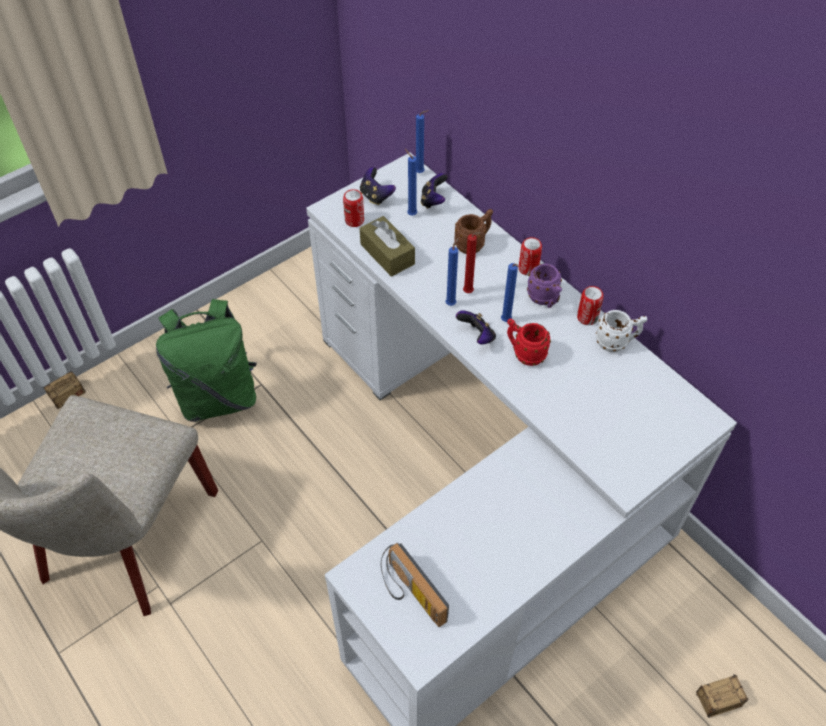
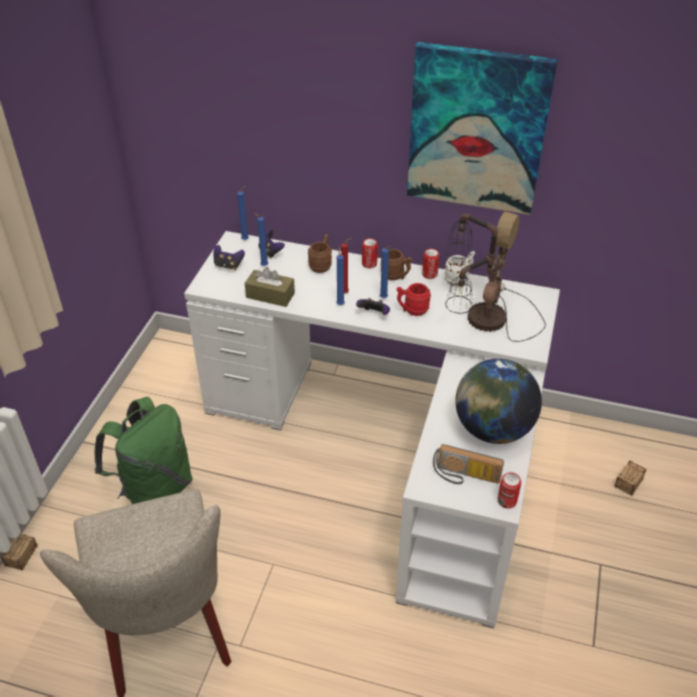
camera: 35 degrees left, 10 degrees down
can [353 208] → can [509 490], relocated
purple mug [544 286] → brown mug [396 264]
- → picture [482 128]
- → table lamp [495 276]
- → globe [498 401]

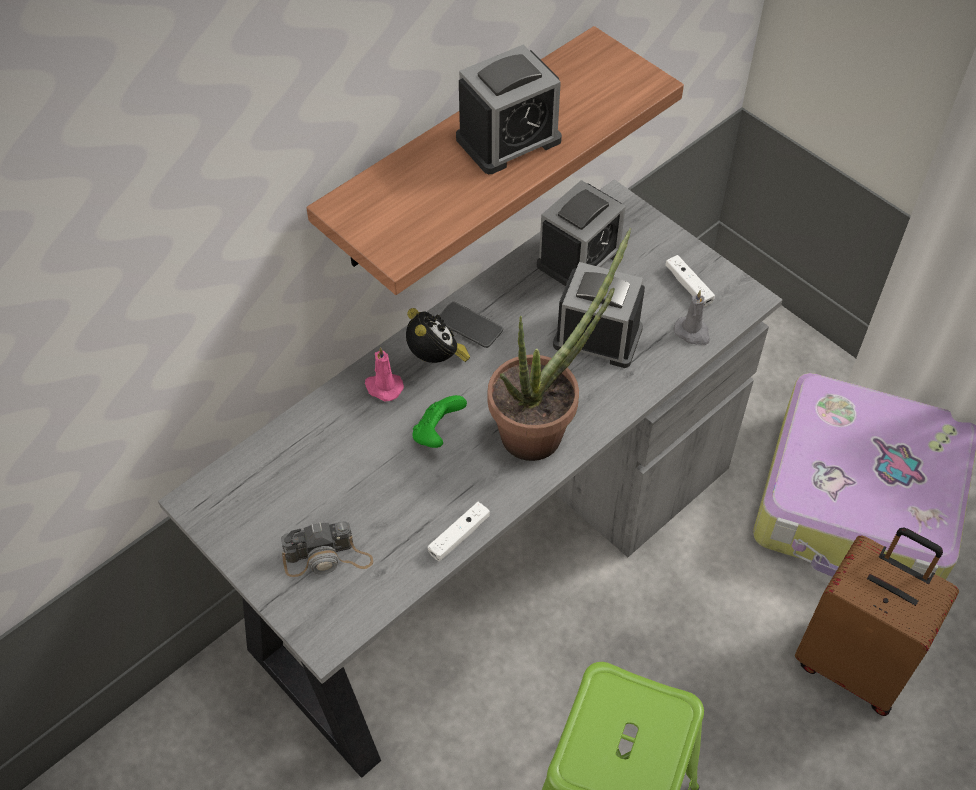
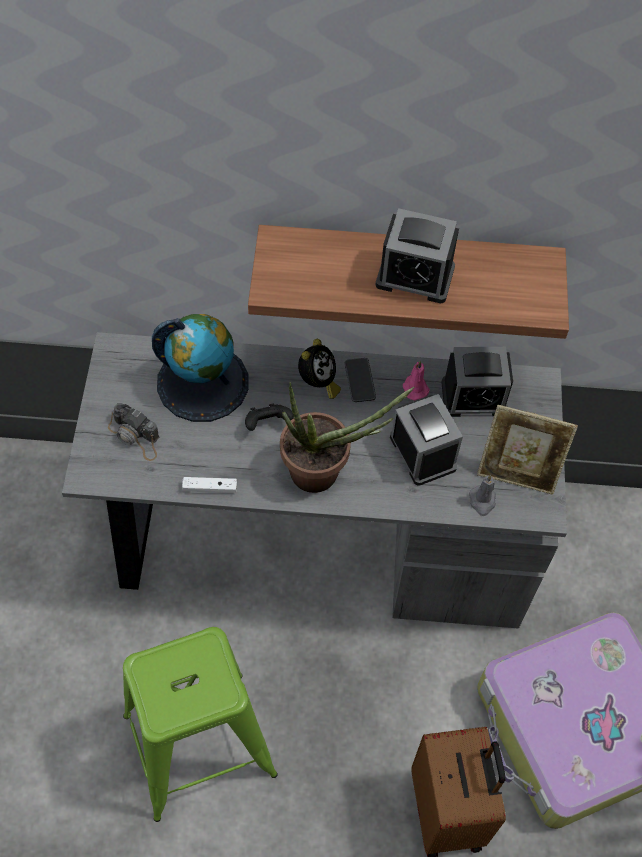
camera: 45 degrees right, 5 degrees up
white game controller [690 281] → picture frame [527 450]
pink candle [384 374] → pink candle [416 380], relocated
green game controller [440 421] → black game controller [269 417]
- → globe [200 368]

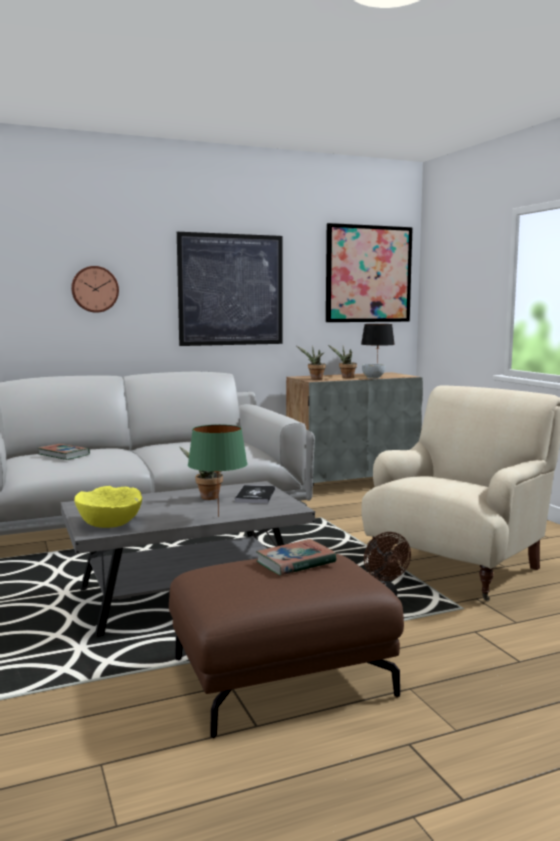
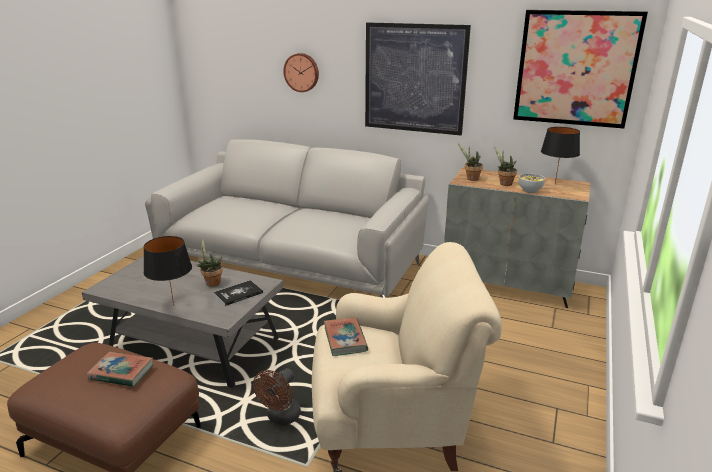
camera: 45 degrees right, 15 degrees up
green table lamp [217 470] → black table lamp [168 271]
book [64 452] → book [346 337], relocated
yellow bowl [108 507] → -

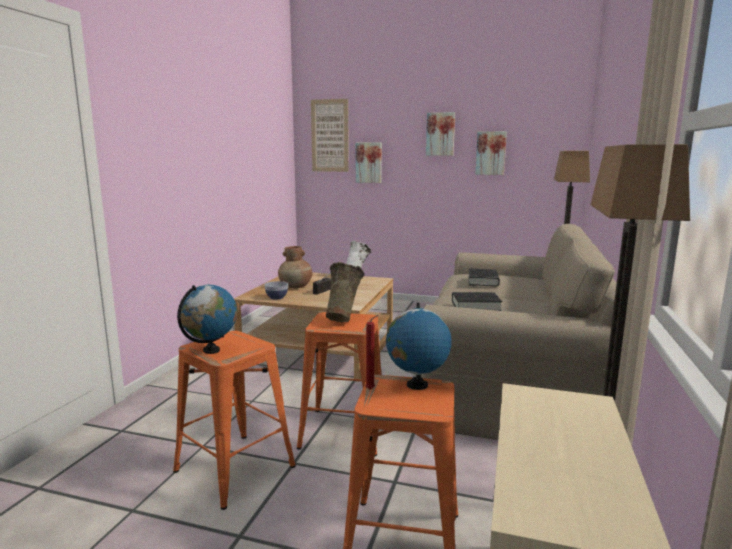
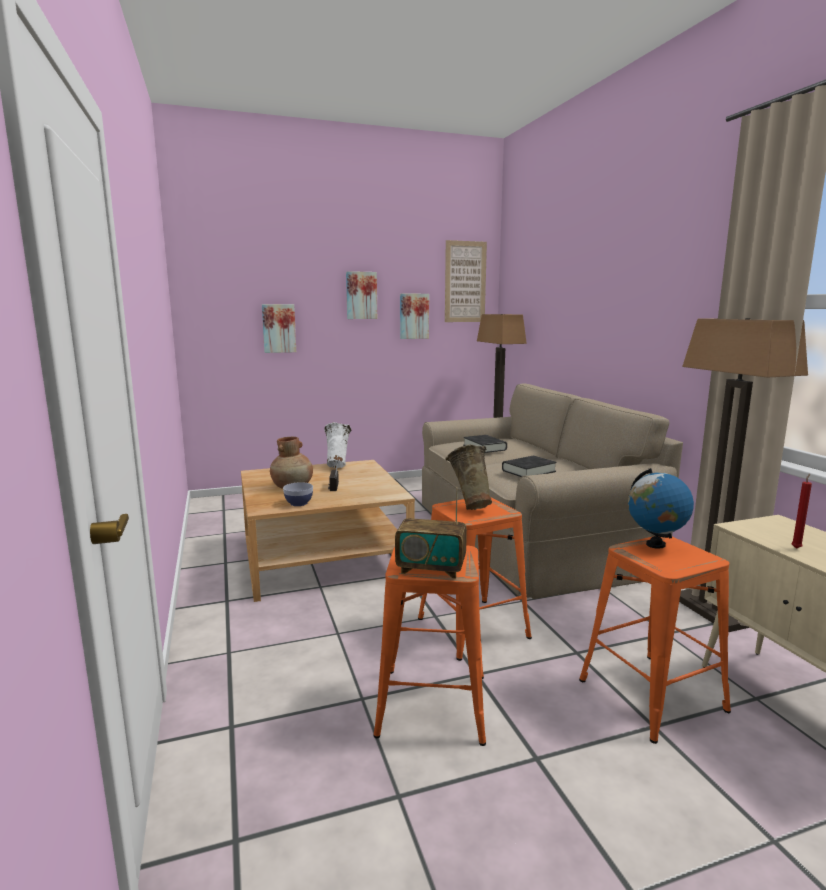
camera: 35 degrees left, 0 degrees up
picture [330 135] → picture [466 281], relocated
globe [207 319] → radio [431 533]
red candle [372 352] → red candle [801 511], relocated

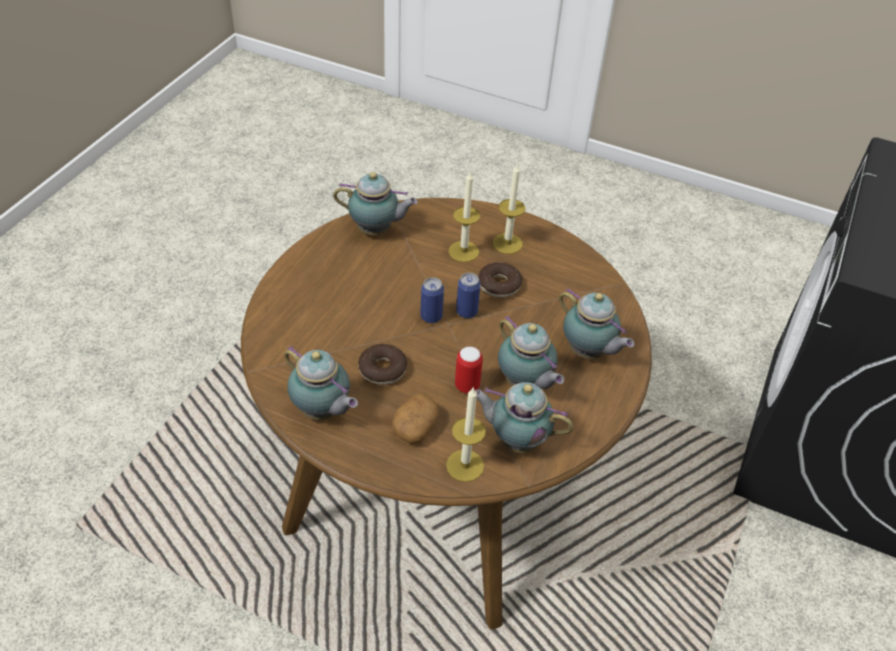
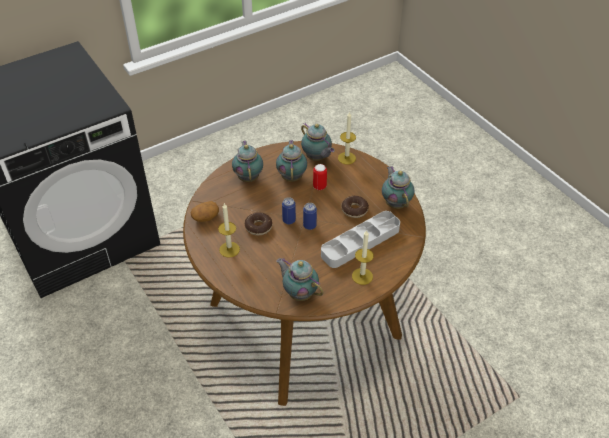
camera: 145 degrees left, 0 degrees up
candle [464 217] → candle [363 257], relocated
potato [416 418] → potato [205 211], relocated
- → grey tray [360 239]

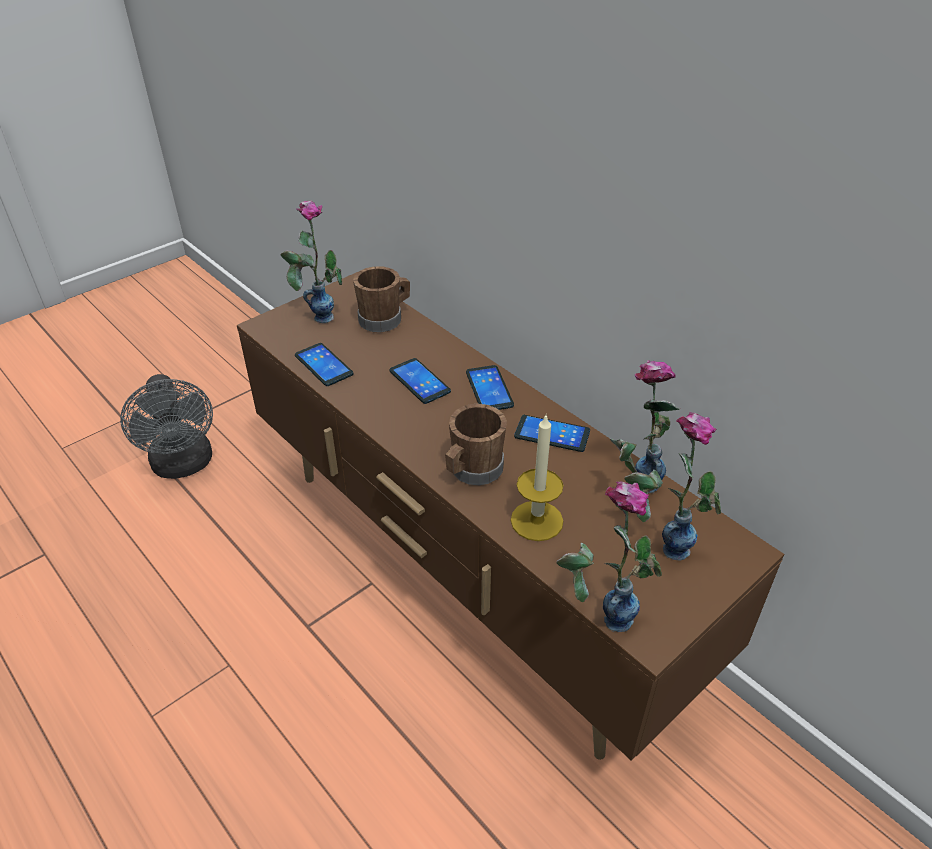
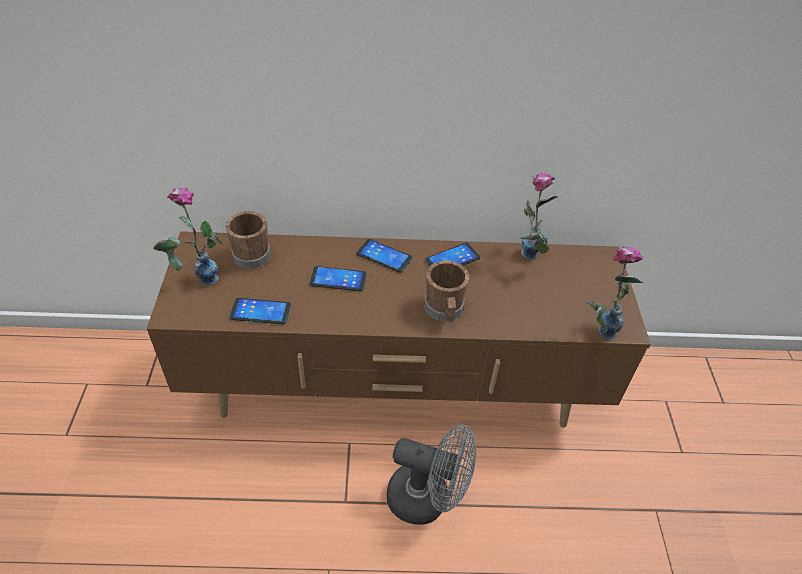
camera: 50 degrees left, 5 degrees up
grey fan [166 426] → grey fan [431 474], relocated
vase [672 486] → -
candle [537 477] → -

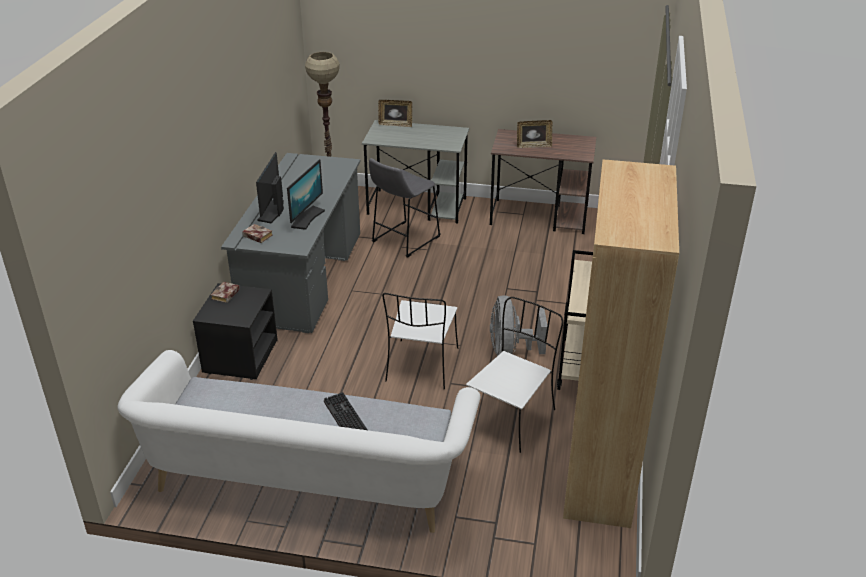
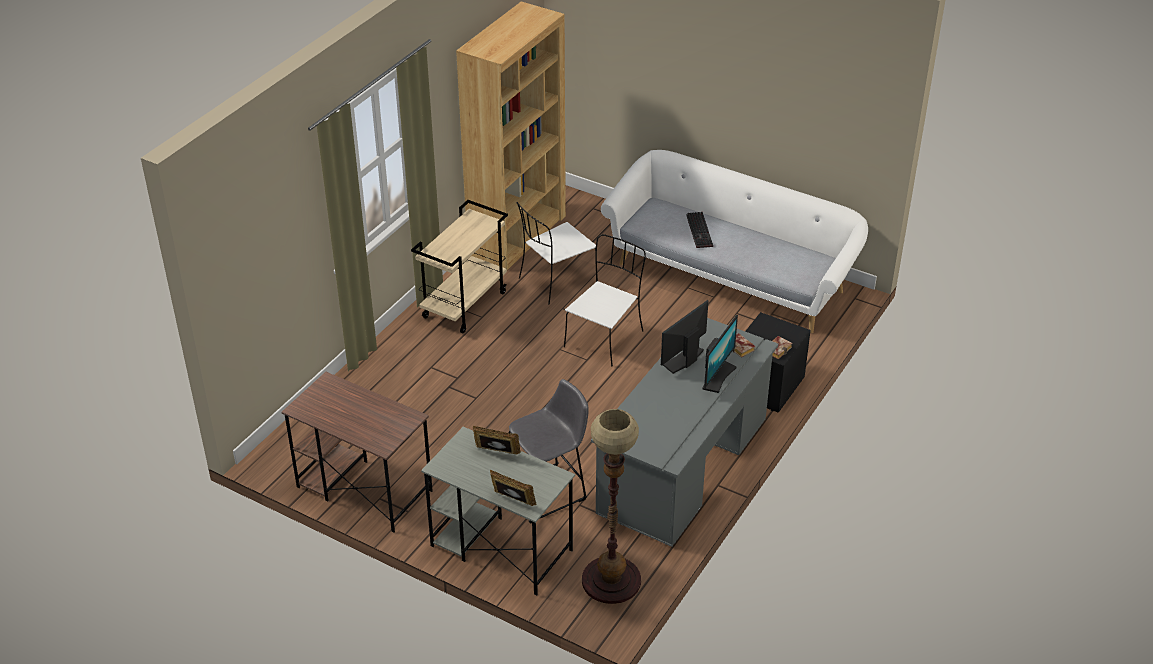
camera: 160 degrees left, 5 degrees up
picture frame [535 134] → picture frame [497 440], relocated
grey fan [518 325] → -

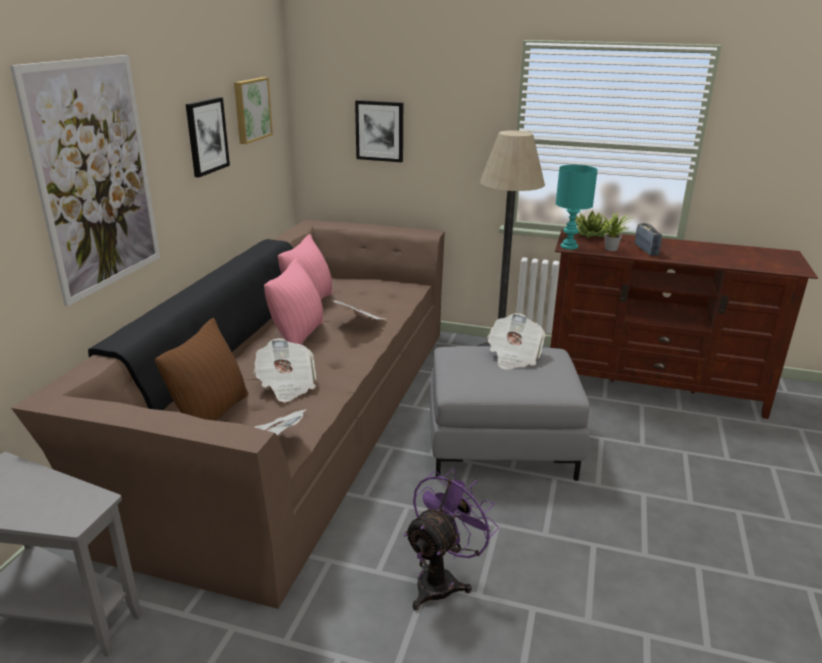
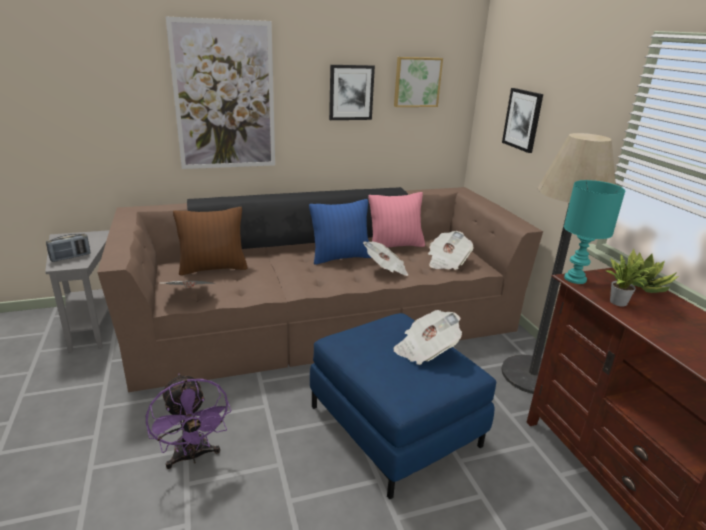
camera: 55 degrees right, 0 degrees up
radio [648 239] → radio [68 248], relocated
pink pillow [293 301] → blue pillow [340 232]
newspaper [285 370] → newspaper [451 250], relocated
grey ottoman [510 413] → blue ottoman [403 406]
purple fan [451 539] → purple fan [188 421], 60 degrees clockwise

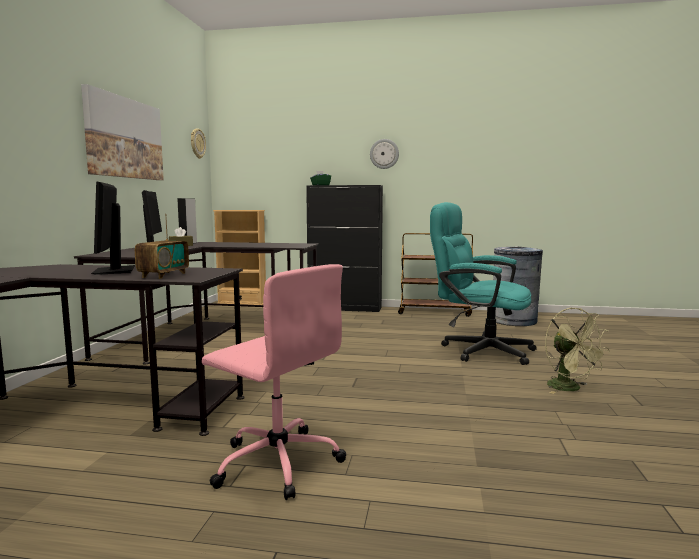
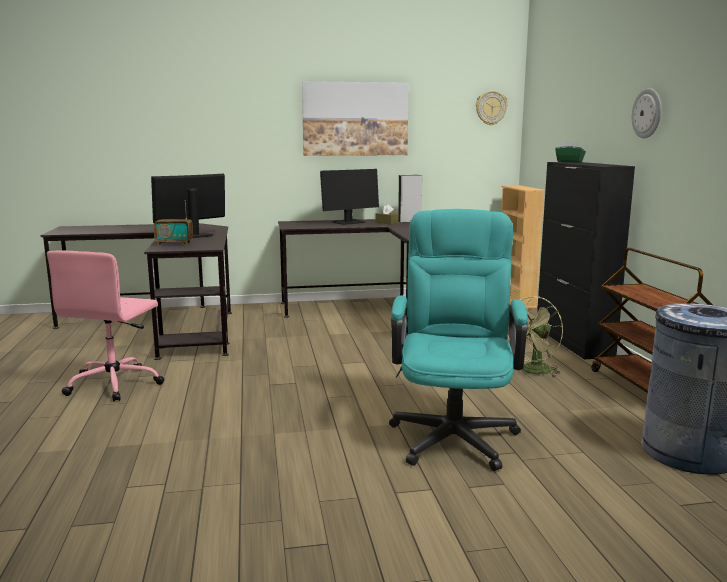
camera: 70 degrees right, 5 degrees up
green fan [577 351] → green fan [535 336], relocated

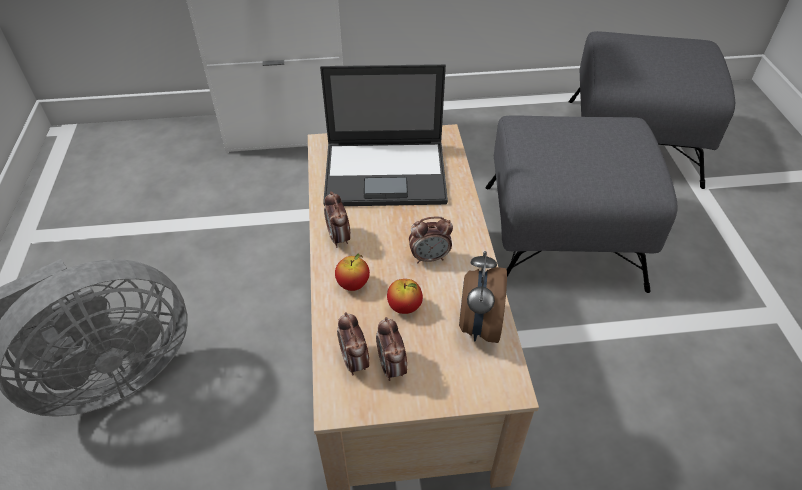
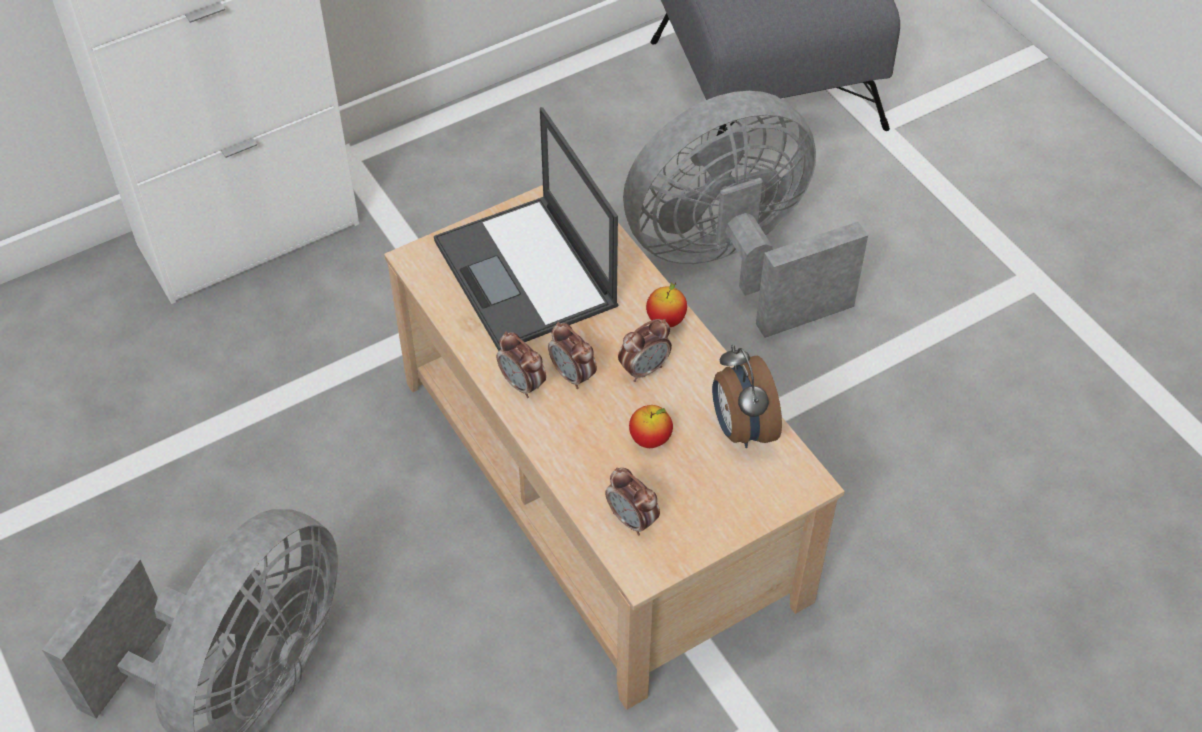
camera: 25 degrees left, 5 degrees up
laptop [384 135] → laptop [526 229], 90 degrees clockwise
grey ottoman [581 204] → grey fan [745 214]
apple [352 272] → apple [666 305], relocated
alarm clock [391 349] → alarm clock [572 355], relocated

